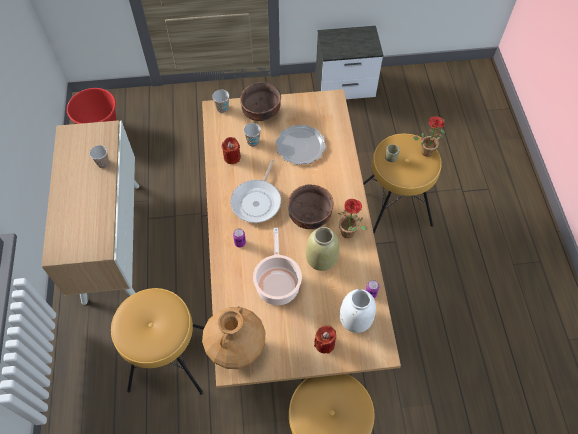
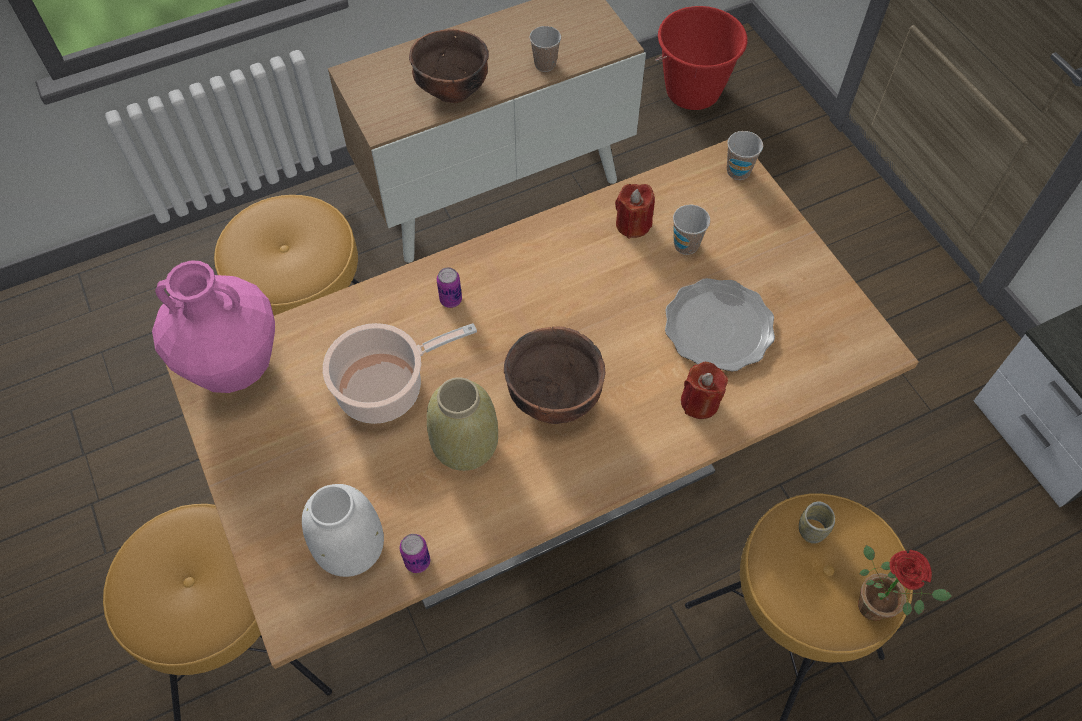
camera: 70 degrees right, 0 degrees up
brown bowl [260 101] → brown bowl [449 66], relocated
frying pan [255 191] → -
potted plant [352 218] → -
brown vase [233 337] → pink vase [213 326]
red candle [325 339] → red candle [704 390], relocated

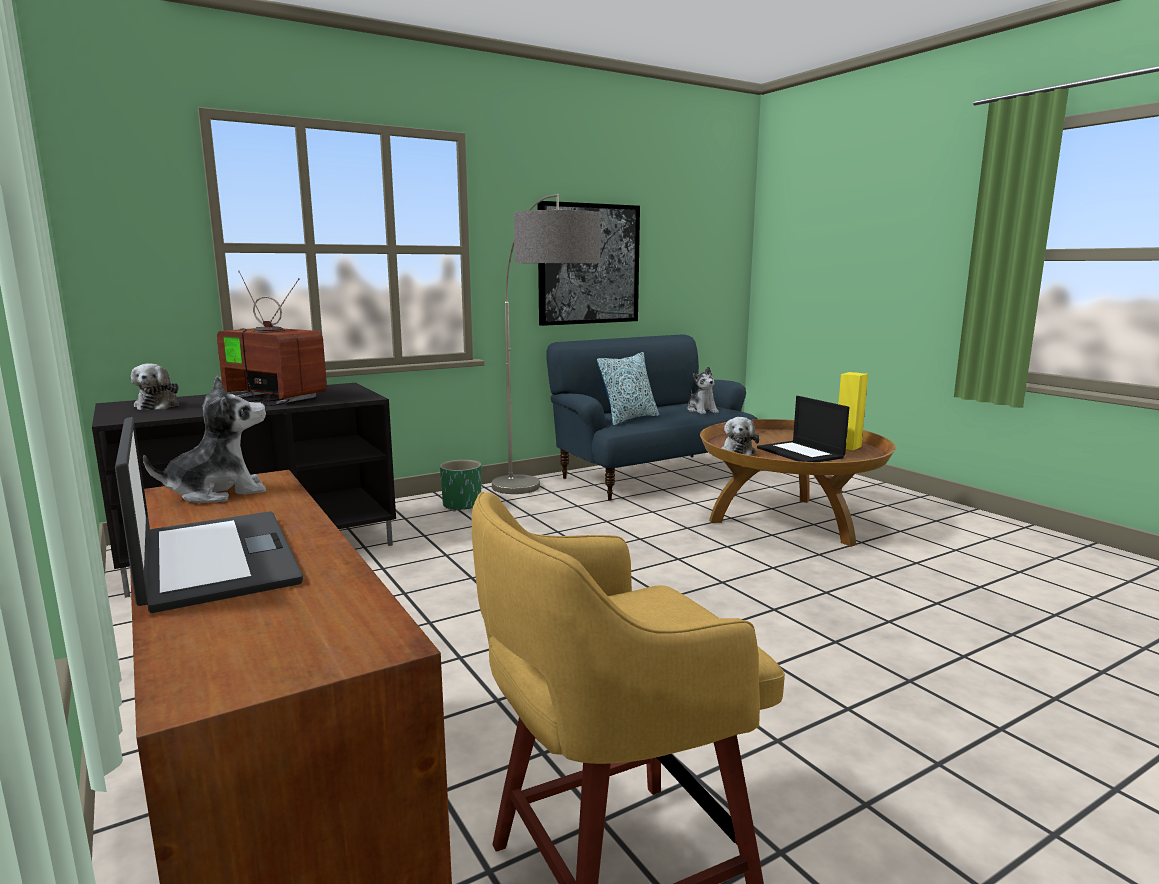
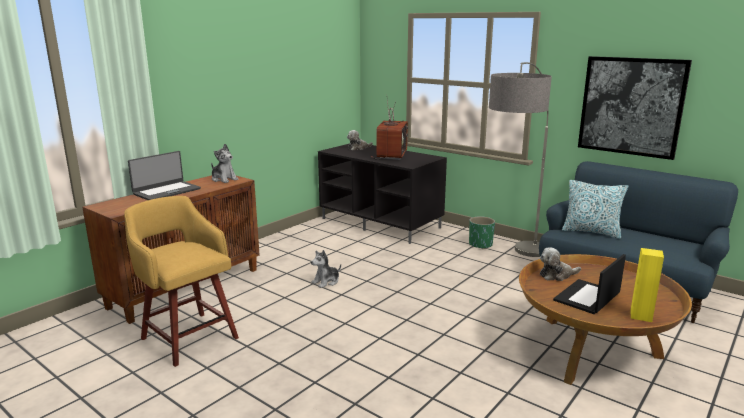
camera: 70 degrees right, 5 degrees up
plush toy [703 390] → plush toy [326 269], relocated

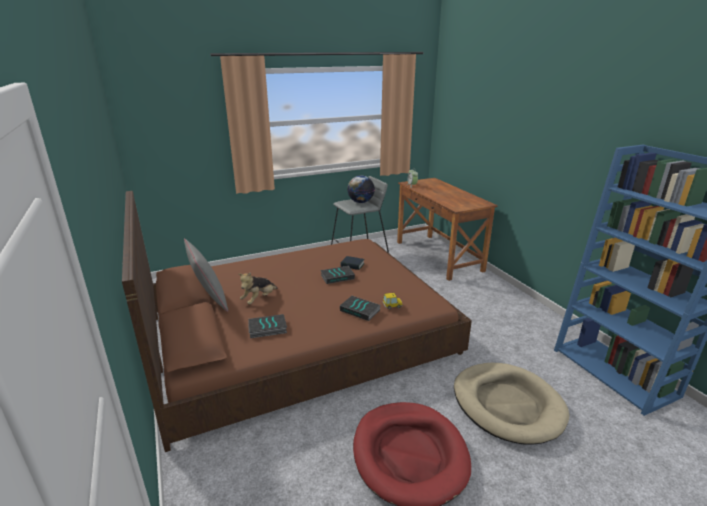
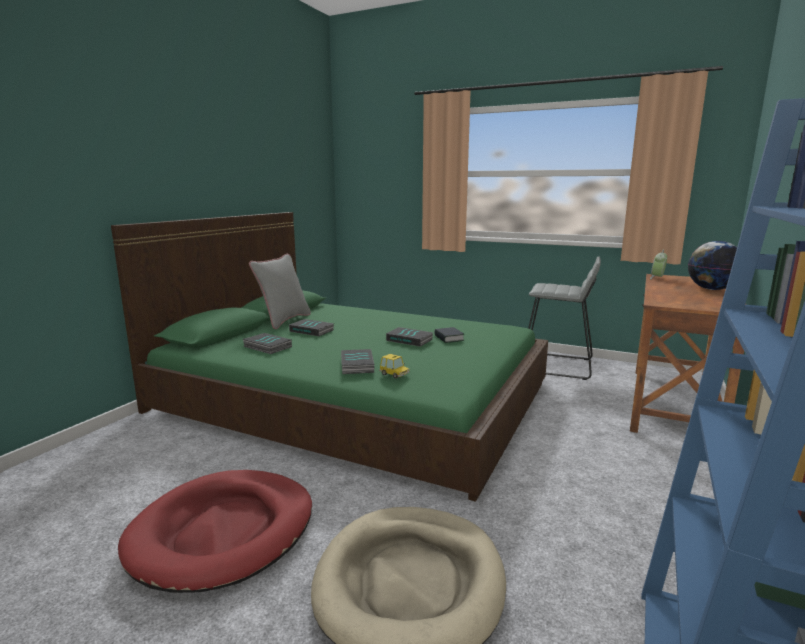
camera: 50 degrees right, 10 degrees down
globe [361 189] → globe [712 265], relocated
brown bed [297 321] → green bed [329 357]
plush toy [258 288] → book [311 327]

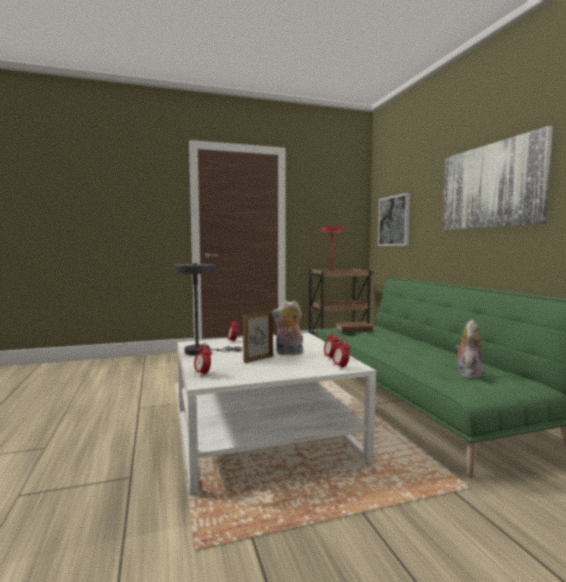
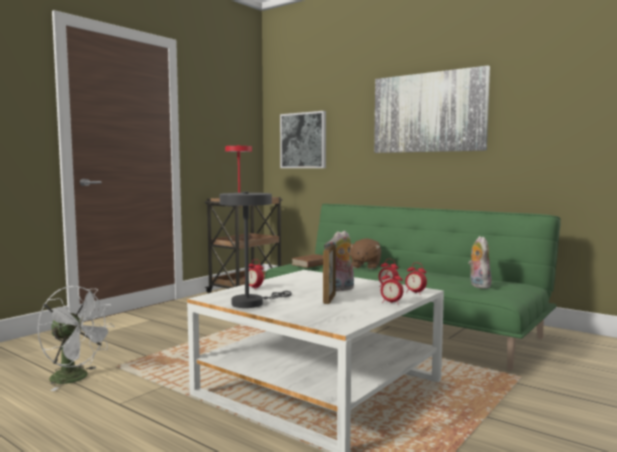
camera: 35 degrees left, 0 degrees up
alarm clock [203 360] → alarm clock [392 286], relocated
- → brown plush toy [365 253]
- → white fan [75 338]

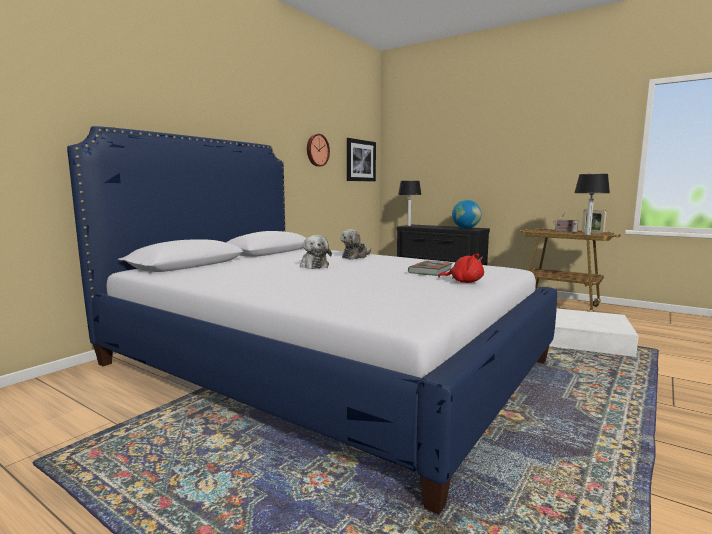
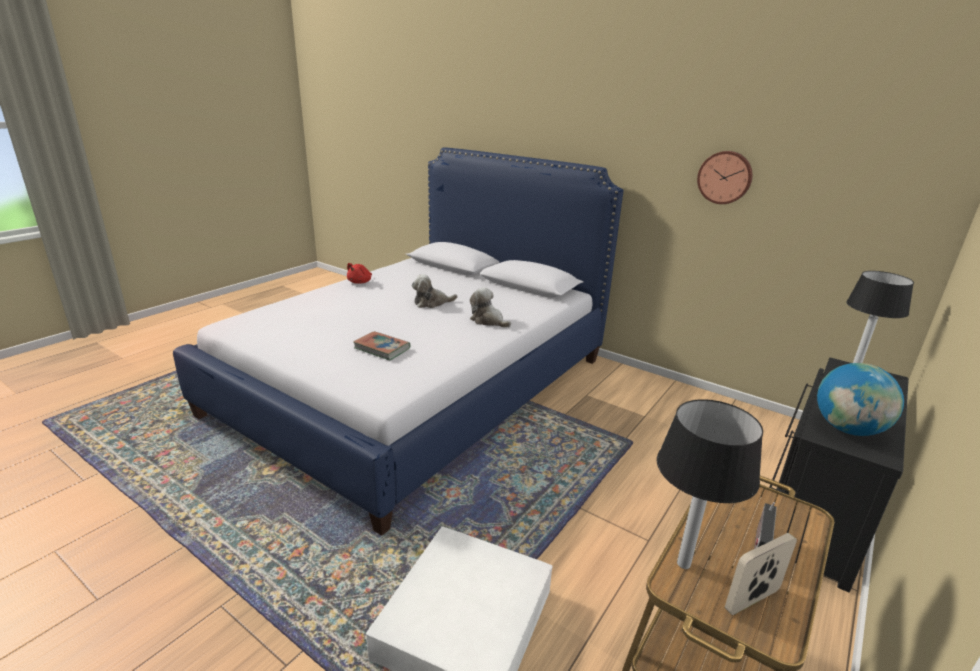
camera: 90 degrees right, 15 degrees up
picture [361 160] → -
red plush toy [461 268] → red plush toy [359 273], relocated

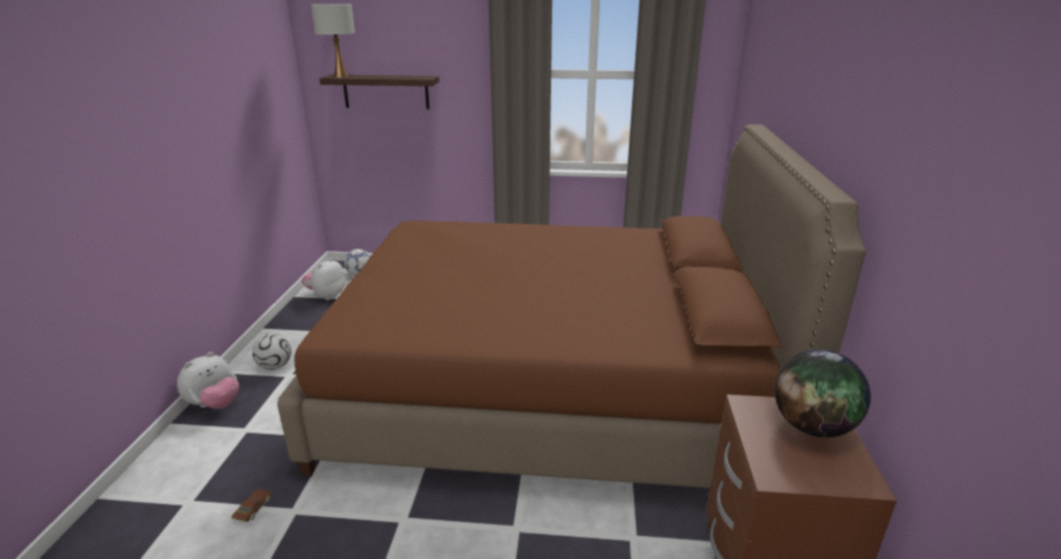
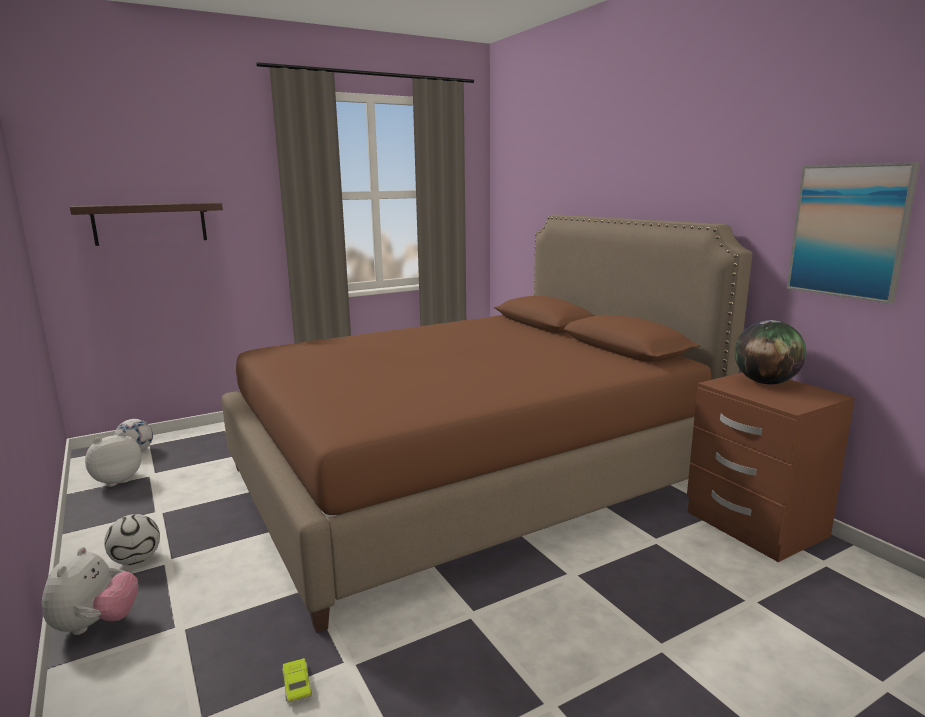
camera: 35 degrees left, 10 degrees down
white table lamp [333 41] → -
plush toy [324 279] → plush toy [113 459], 60 degrees clockwise
brown toy car [251 505] → green toy car [297 680]
- → picture [853 233]

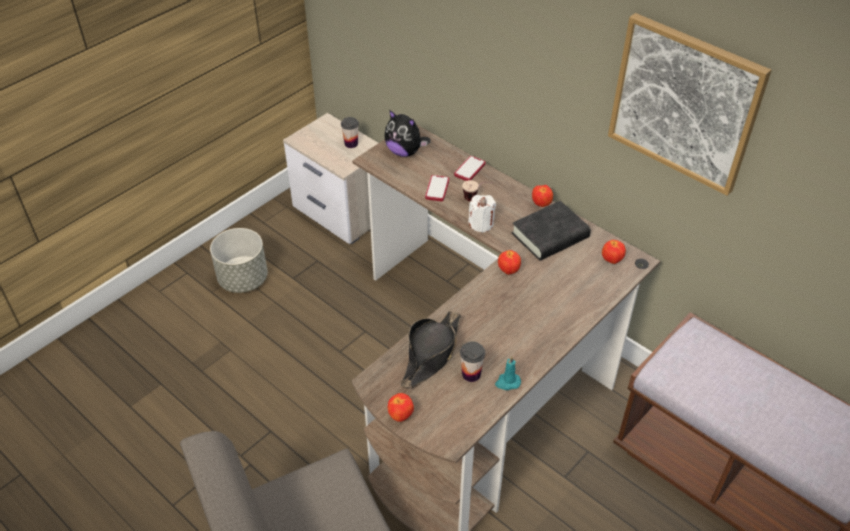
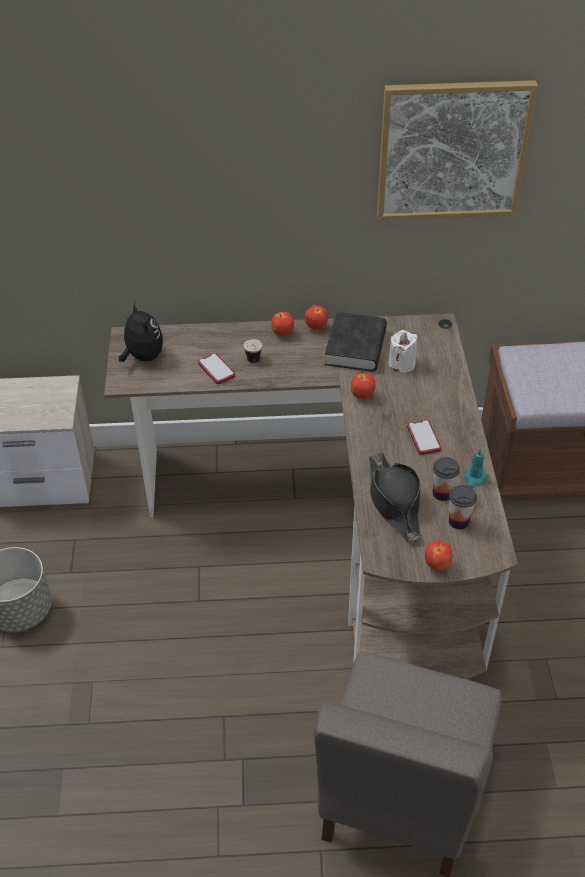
camera: 45 degrees left, 0 degrees up
plush toy [406 133] → plush toy [141 332], 105 degrees counterclockwise
cup [350 132] → cup [463 507], relocated
phone [470 168] → phone [424 437], relocated
white candle [482 214] → white candle [403 351], relocated
apple [614 252] → apple [282 324], relocated

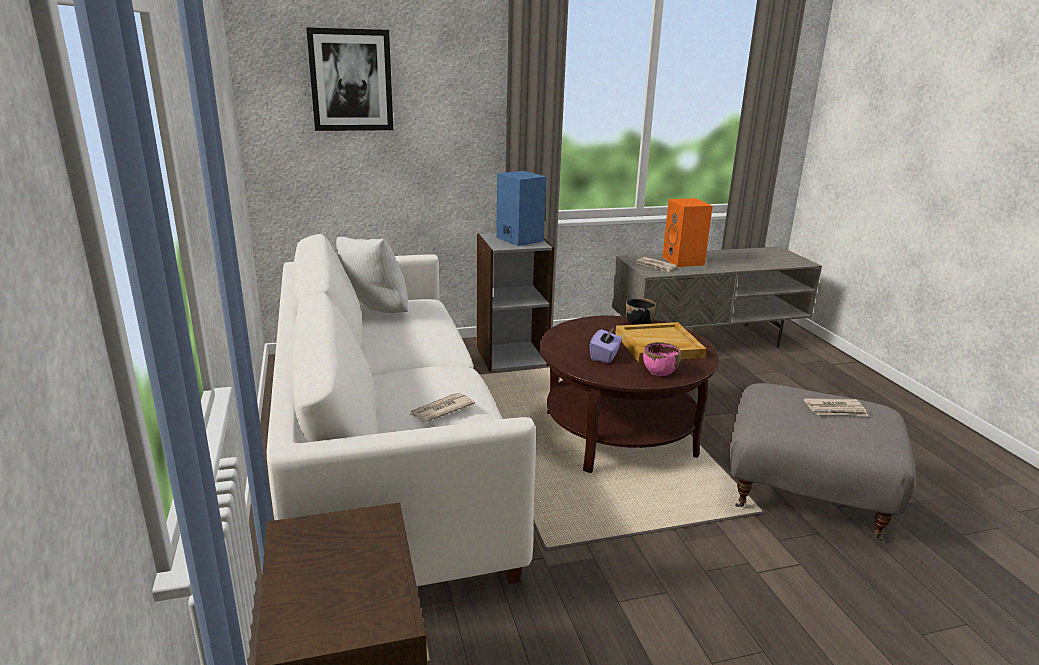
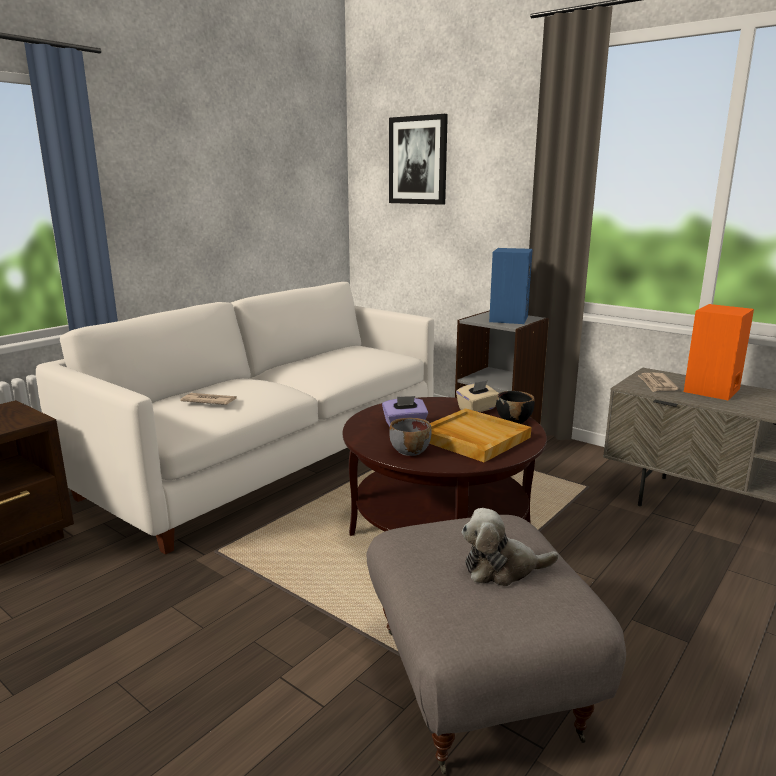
camera: 55 degrees right, 5 degrees down
white pillow [372 275] → -
pink bowl [662 359] → grey bowl [410 437]
newspaper [836 407] → plush toy [510 547]
- → beige tissue box [477 396]

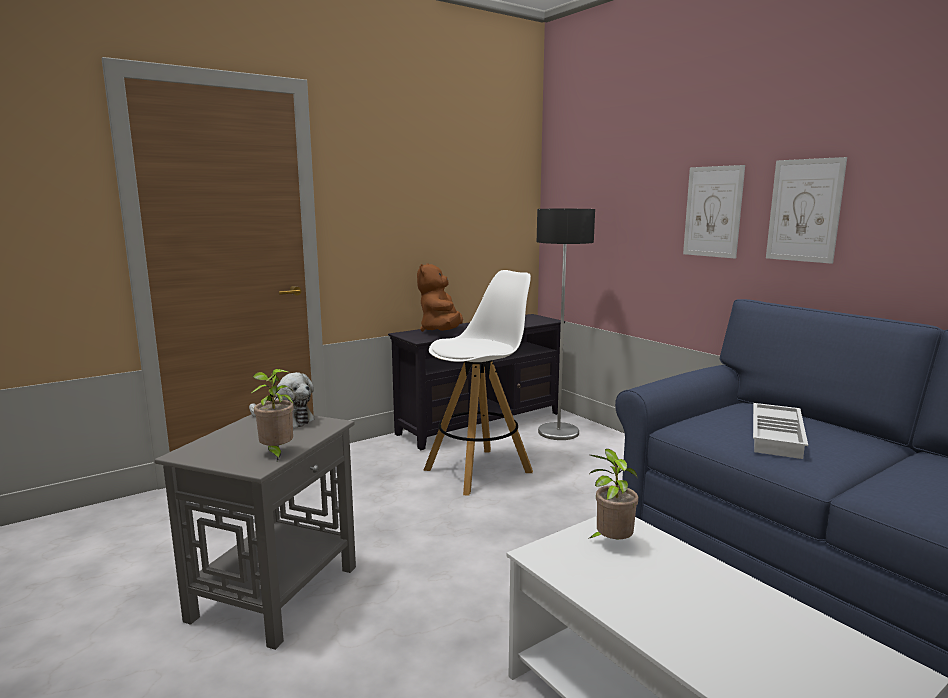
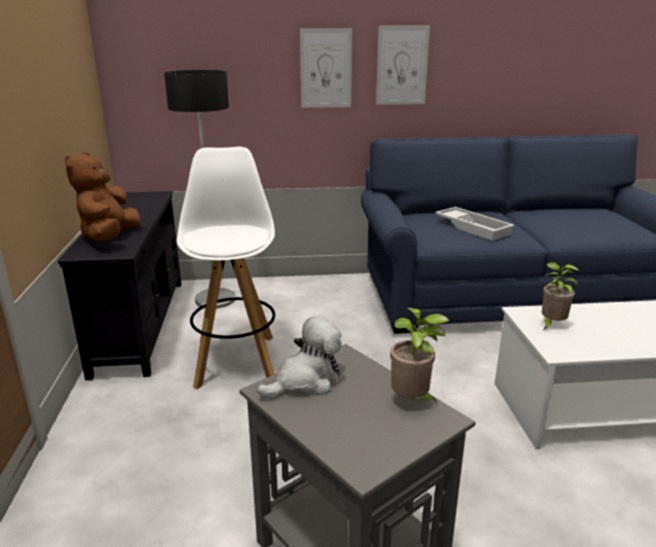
camera: 60 degrees left, 10 degrees up
brown plush toy [440 297] → brown plush toy [103 196], 60 degrees clockwise

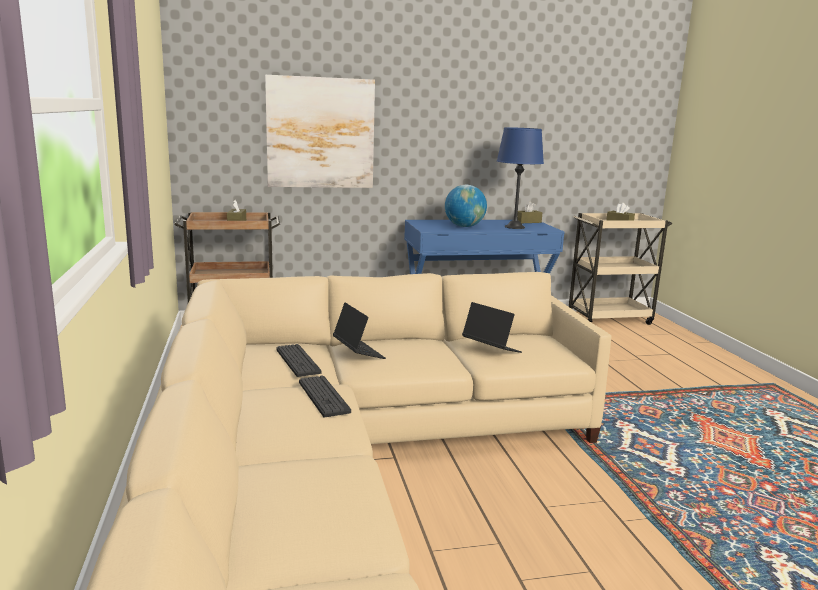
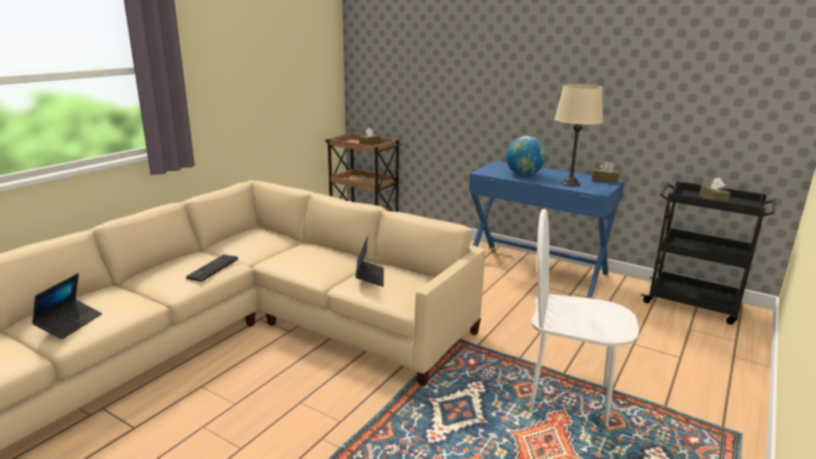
camera: 45 degrees right, 5 degrees up
picture [320 131] → -
blue table lamp [520 178] → beige table lamp [579 135]
beige cart [620 269] → black cart [708 253]
laptop [359 331] → laptop [67 306], relocated
keyboard [299 360] → -
- → white chair [584 317]

